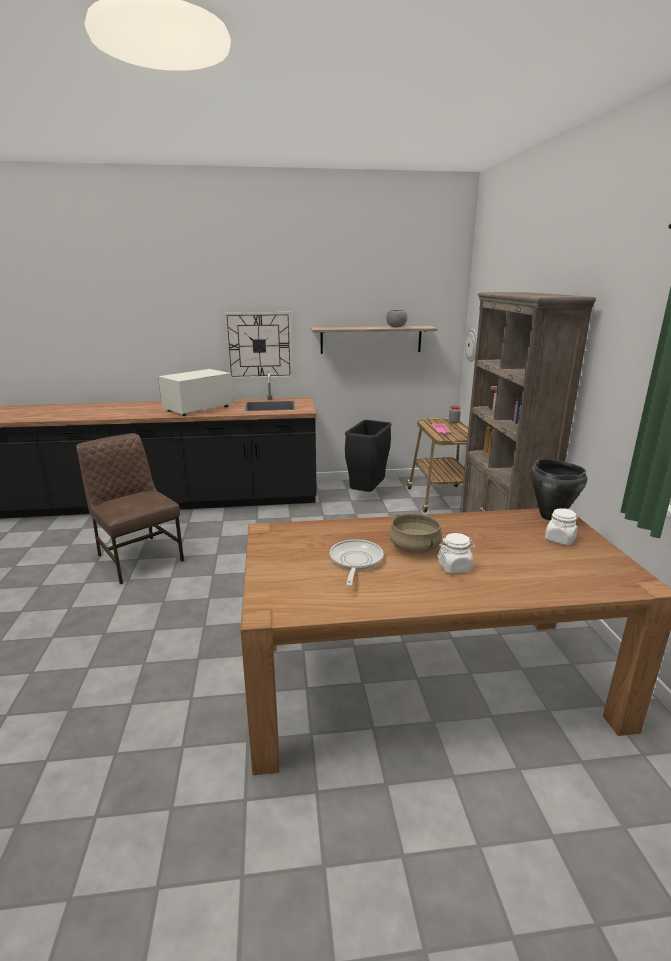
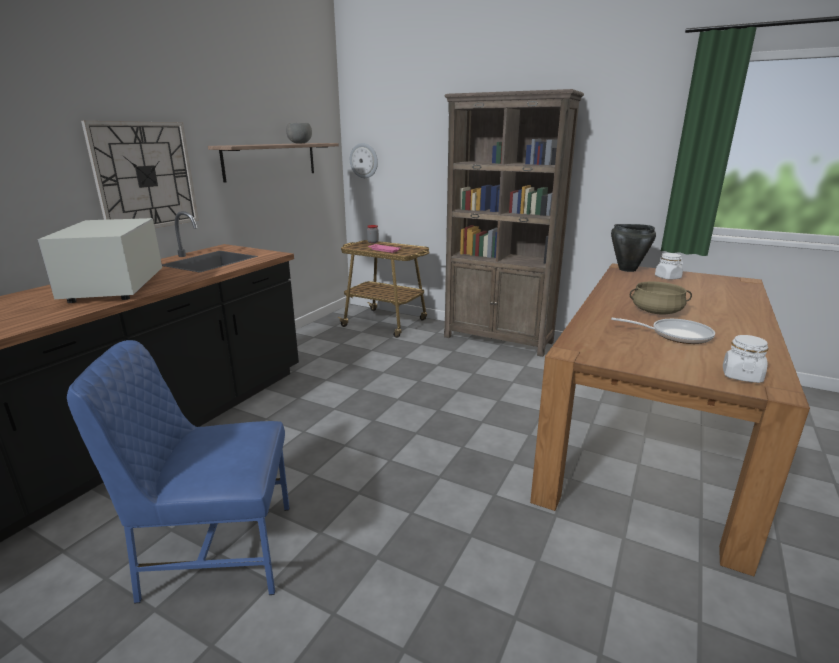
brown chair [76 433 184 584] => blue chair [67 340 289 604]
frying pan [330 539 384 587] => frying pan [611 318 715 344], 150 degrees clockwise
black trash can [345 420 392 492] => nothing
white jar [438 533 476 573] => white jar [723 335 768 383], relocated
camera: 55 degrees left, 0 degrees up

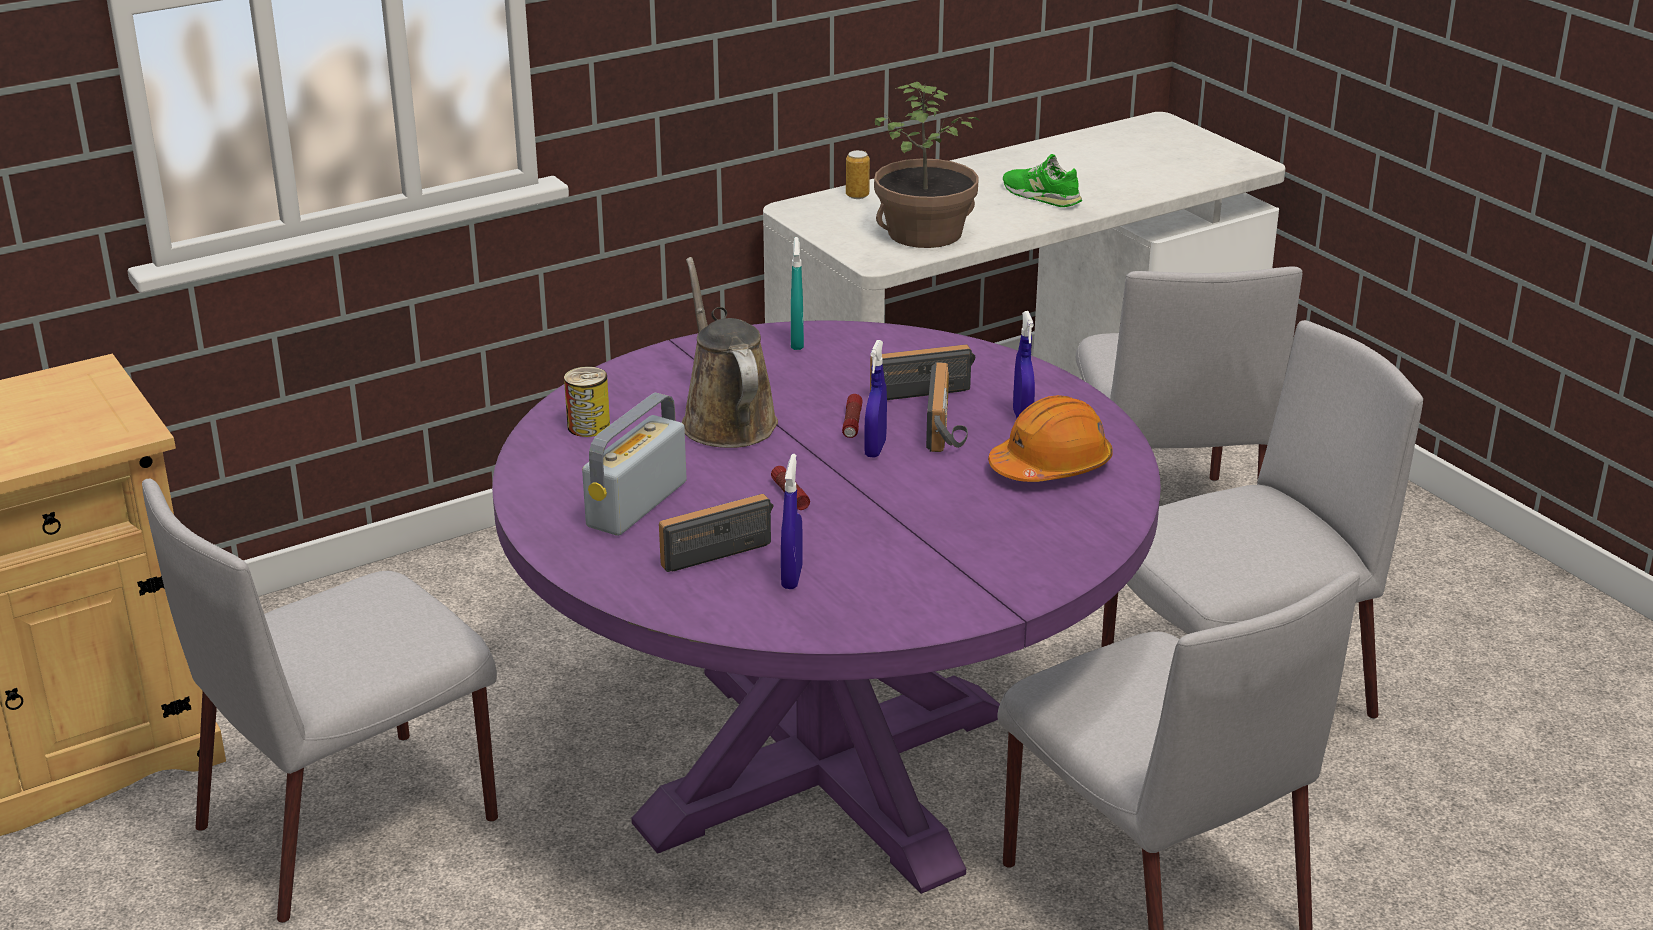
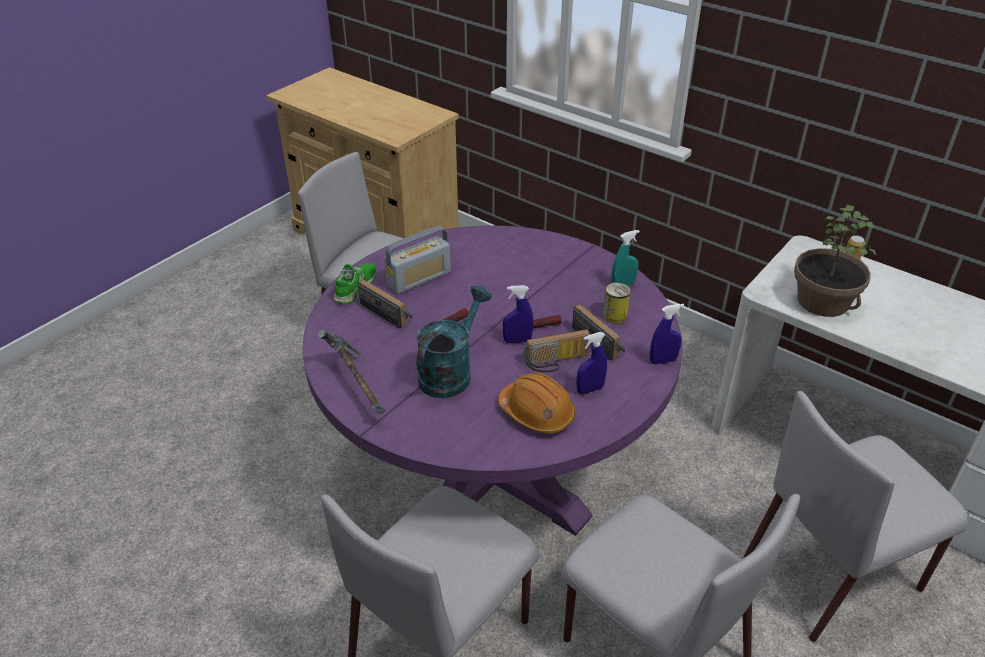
can [564 366 610 437] => can [603 283 631 324], relocated
radio [582 392 686 536] => radio [384 226 451 294], 135 degrees clockwise
brown watering can [682 257 778 448] => nothing
blue spray bottle [781 454 803 589] => blue spray bottle [650 304 684 364], relocated
green shoe [1003 154 1082 207] => green shoe [334 263 377 304], relocated
nothing => hammer [318 330 386 415]
nothing => turquoise watering can [416 285 491 398]
camera: 70 degrees right, 10 degrees up

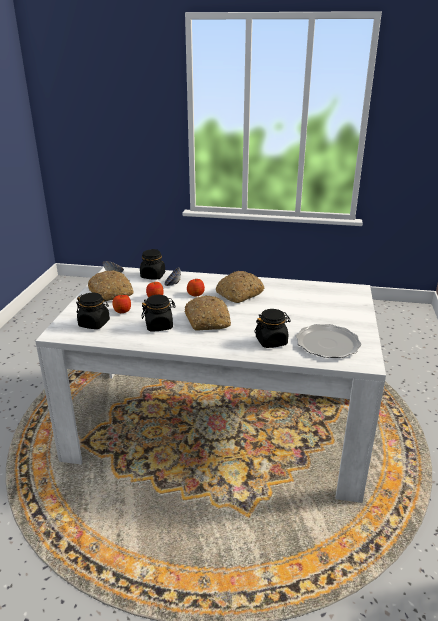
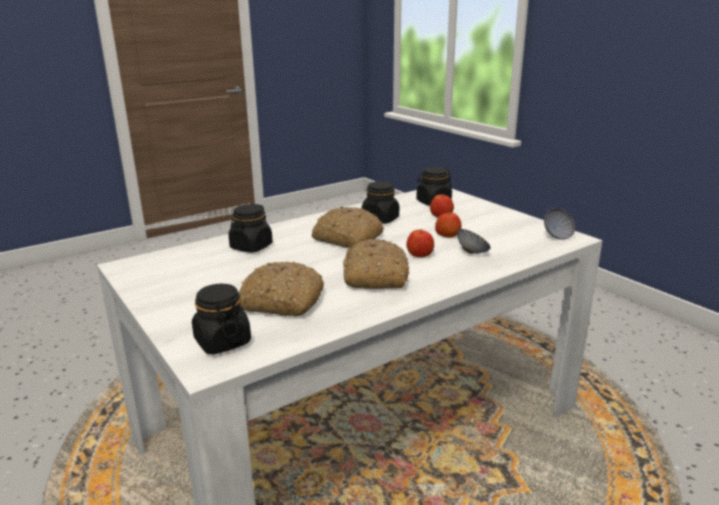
bread [88 270 134 302] => bread [238 262 324 316], relocated
black jar [140 249 165 279] => black jar [192 284 251 355], relocated
plate [296 324 361 358] => nothing
camera: 135 degrees right, 5 degrees down

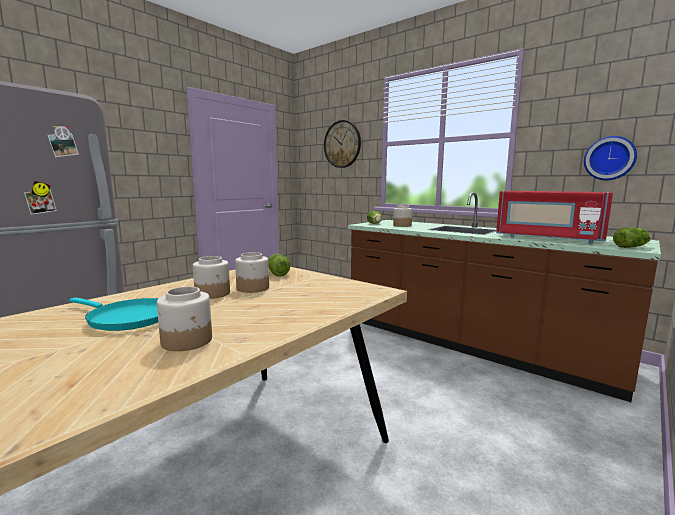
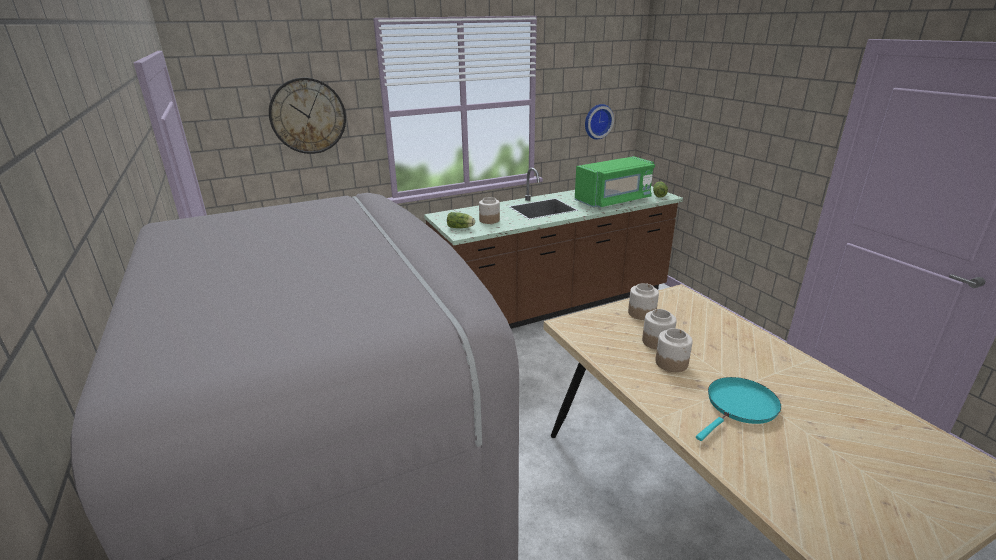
jar [157 287 212 351] => jar [628 283 659 320], relocated
lettuce [268 254 290 276] => nothing
red microwave [496 191 613 244] => green microwave [575 156 655 207]
camera: 65 degrees left, 15 degrees up

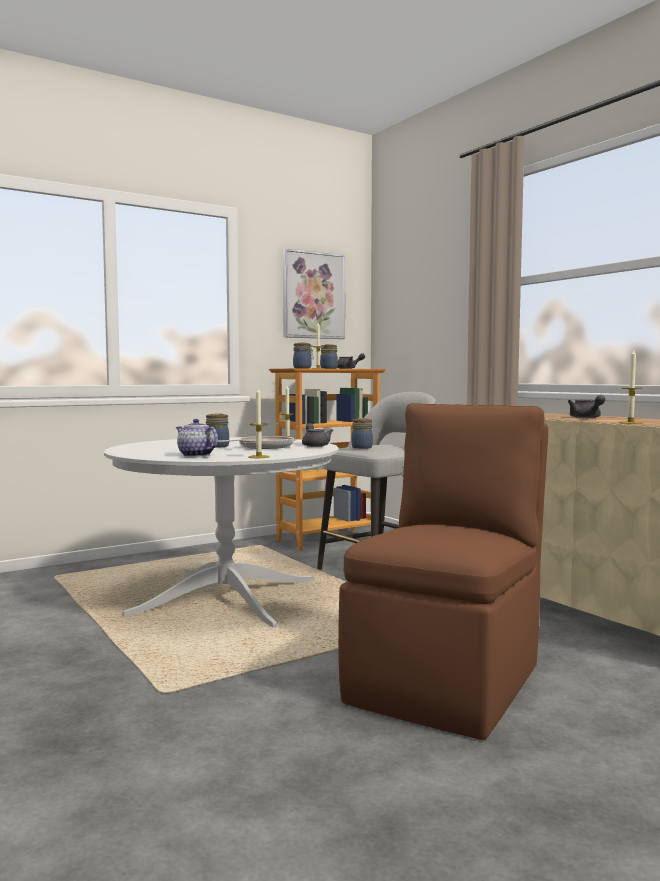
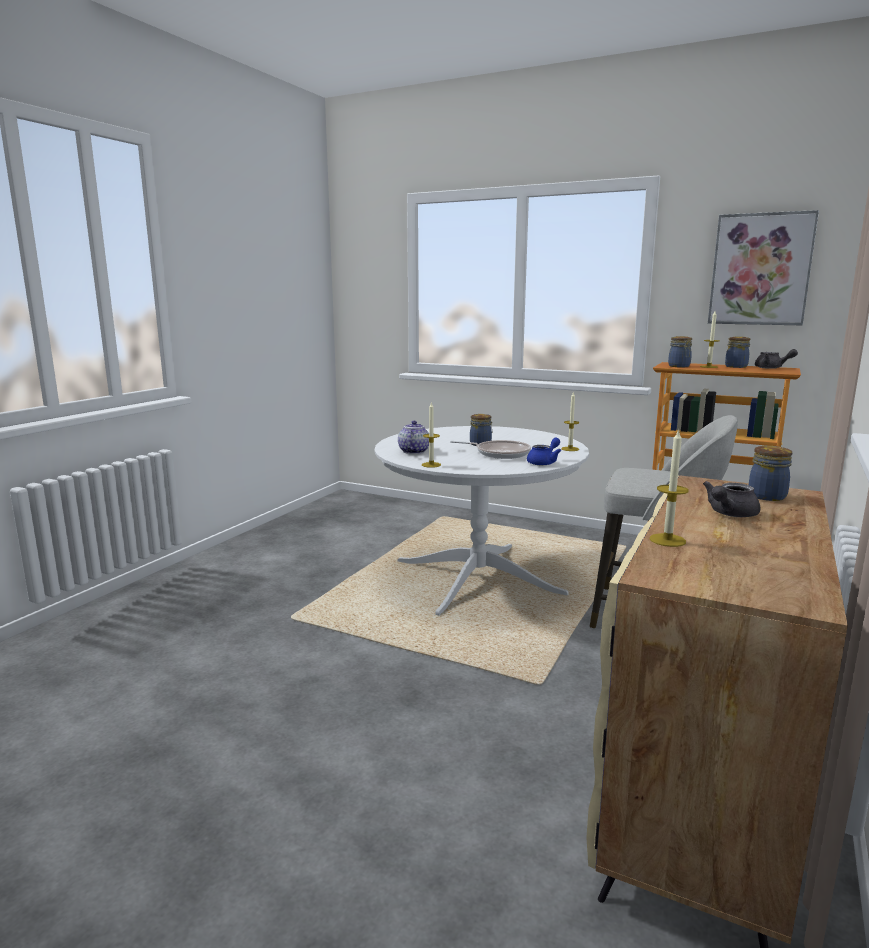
grey teapot [302 423 333 447] => blue teapot [527 438 561 465]
brown chair [338 403 548 740] => nothing
jar [352 418 373 449] => jar [749 446 792 501], relocated
camera: 60 degrees right, 10 degrees up

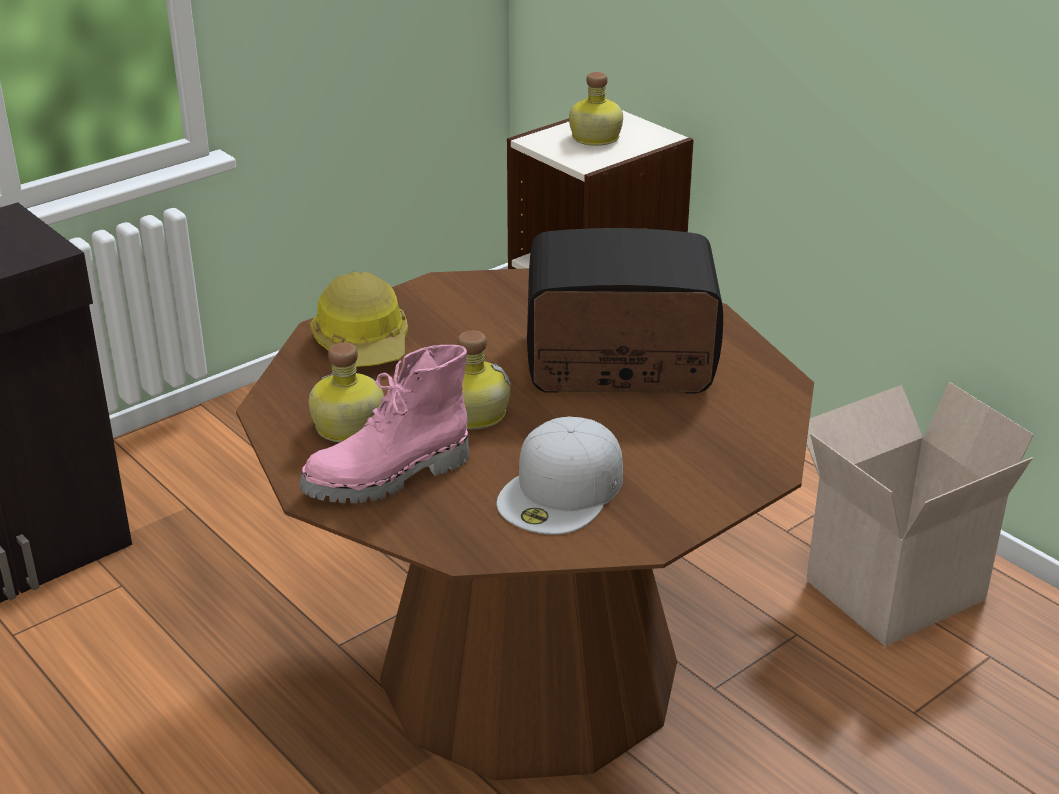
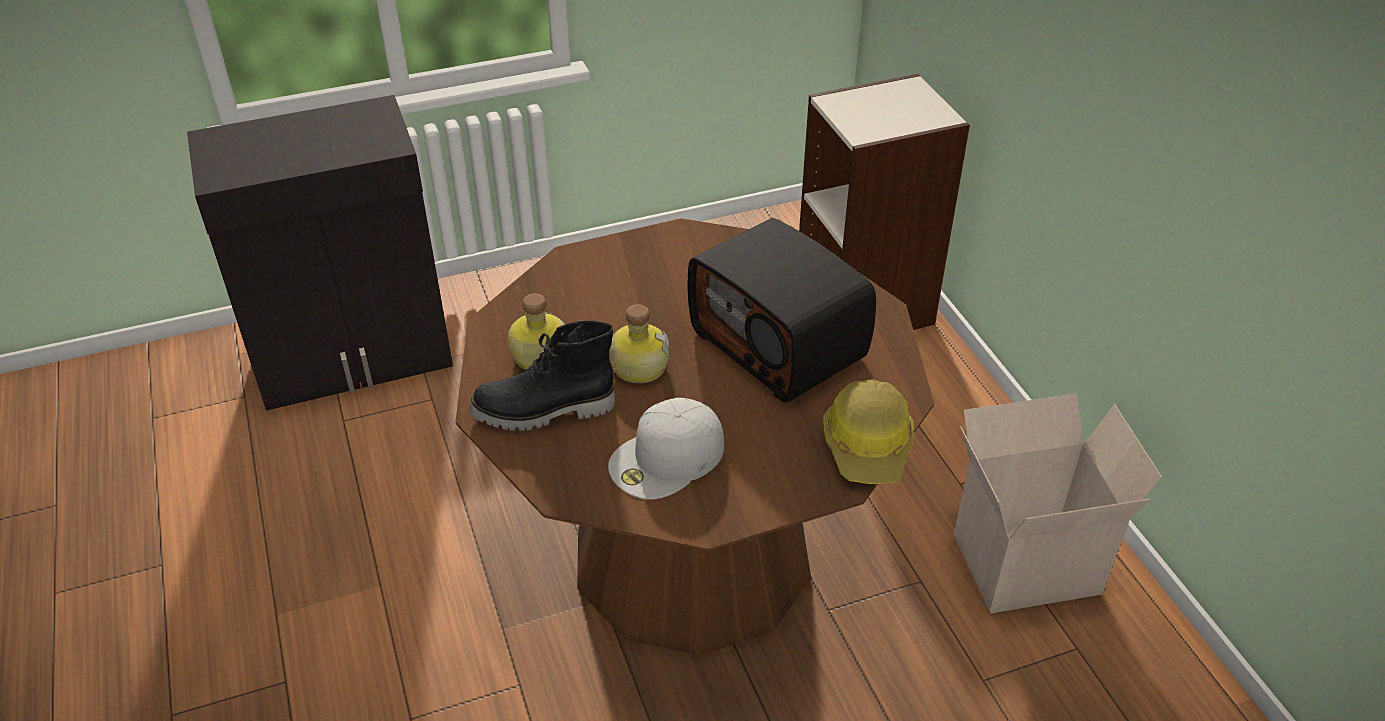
pink boot [299 345 469 503] => black boot [469 320 615 431]
hard hat [310 272 408 367] => hard hat [823 379 914 484], relocated
radio [527 228 723 394] => radio [688 218 876 403], 150 degrees counterclockwise
bottle [569 72 623 146] => nothing
camera: 20 degrees right, 10 degrees up

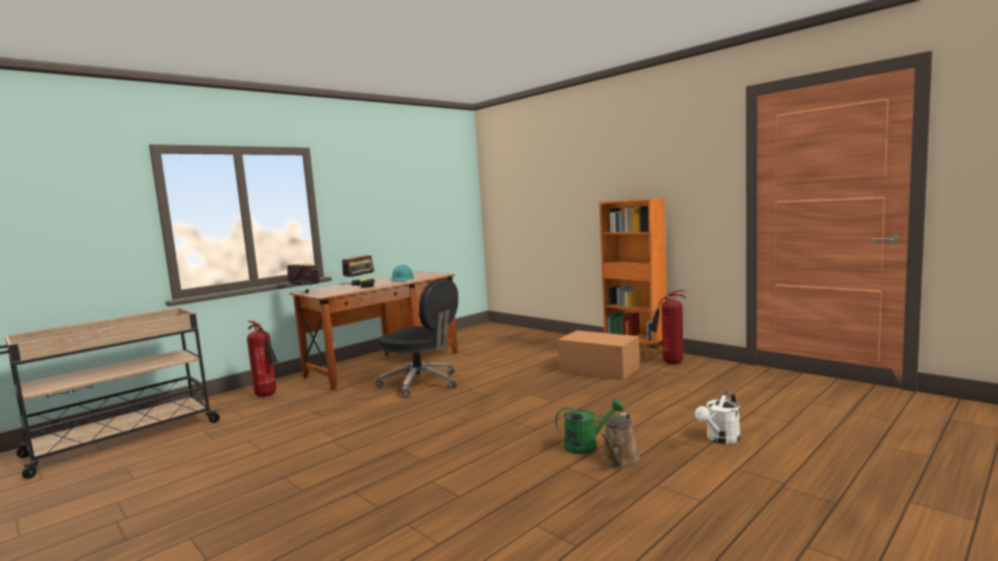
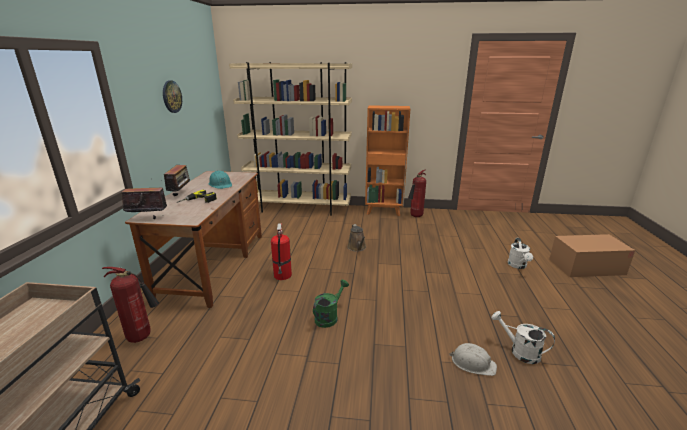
black office chair [375 278 458 398] => fire extinguisher [271 223 292 280]
green watering can [555 399 623 454] => green watering can [313 280 349 328], relocated
cardboard box [558 330 640 380] => cardboard box [549 234 635 277], relocated
brown watering can [601 413 641 468] => brown watering can [347 224 366 252], relocated
nothing => wall clock [163 80 182 113]
nothing => beige bookcase [229 62 352 216]
nothing => white hard hat [450 343 497 376]
nothing => white watering can [492 311 555 364]
camera: 40 degrees left, 15 degrees up

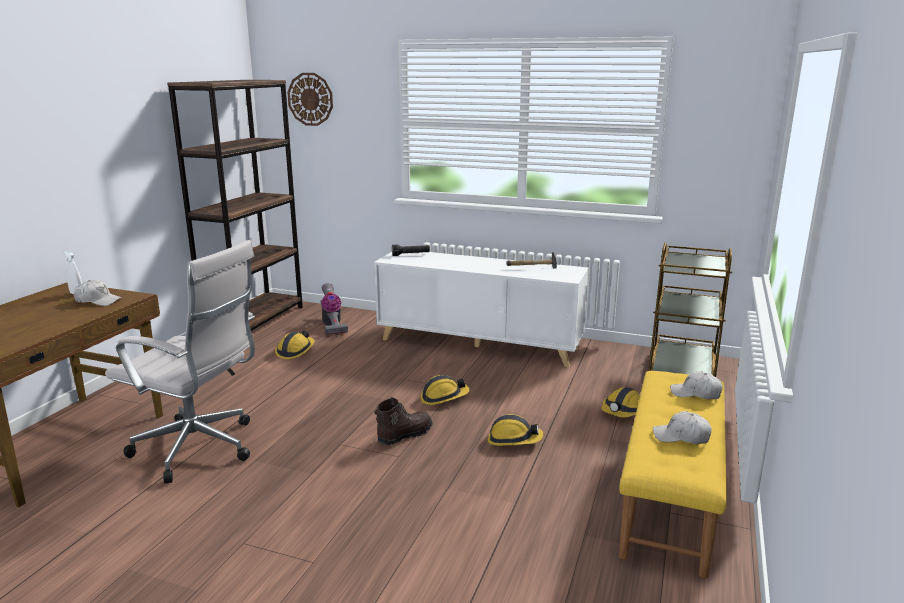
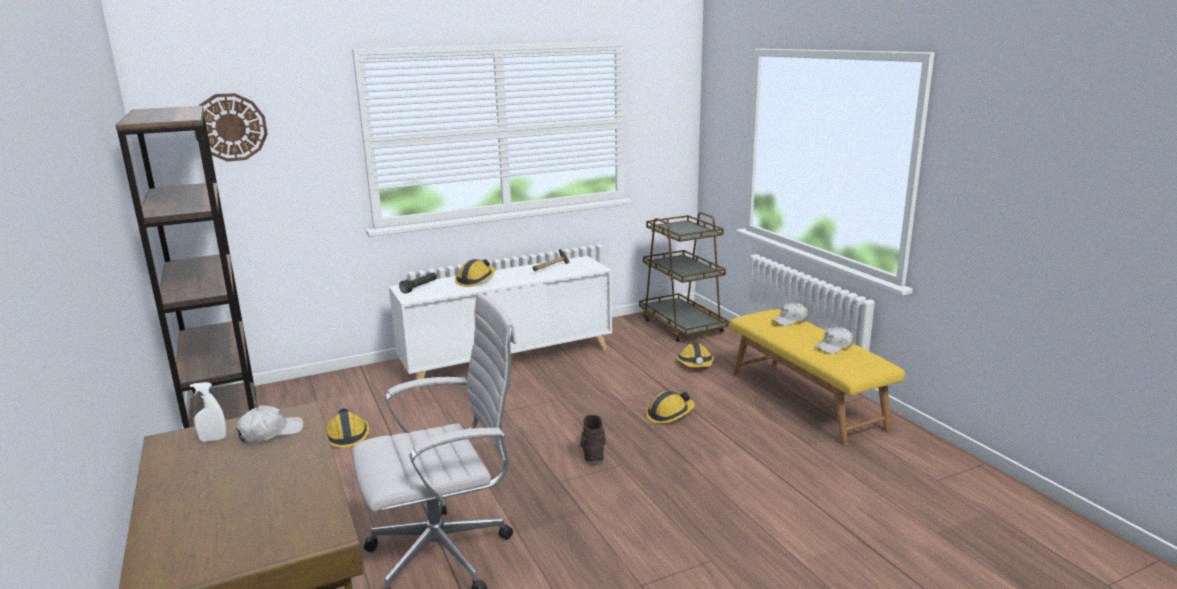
vacuum cleaner [321 283 348 335] => nothing
hard hat [421 375 469 405] => hard hat [455 259 496 287], relocated
camera: 45 degrees left, 0 degrees up

